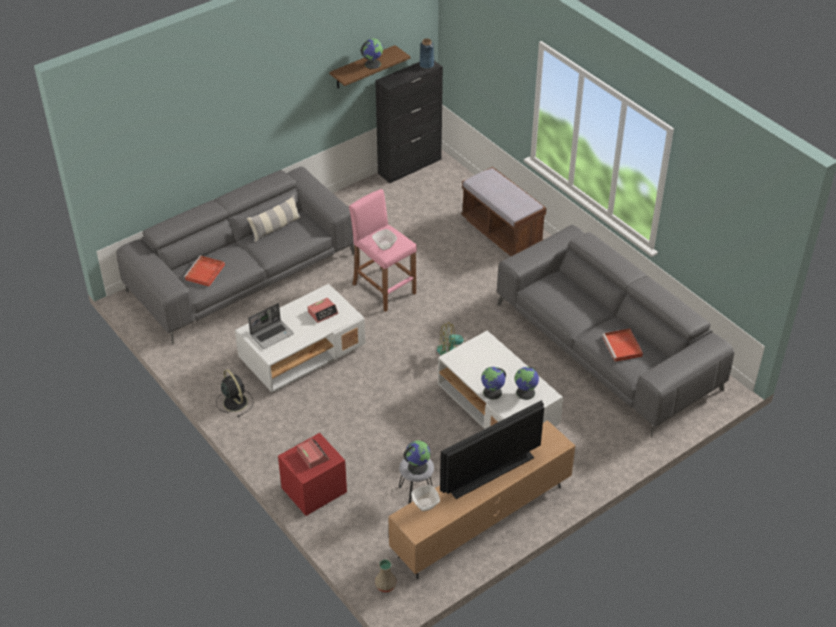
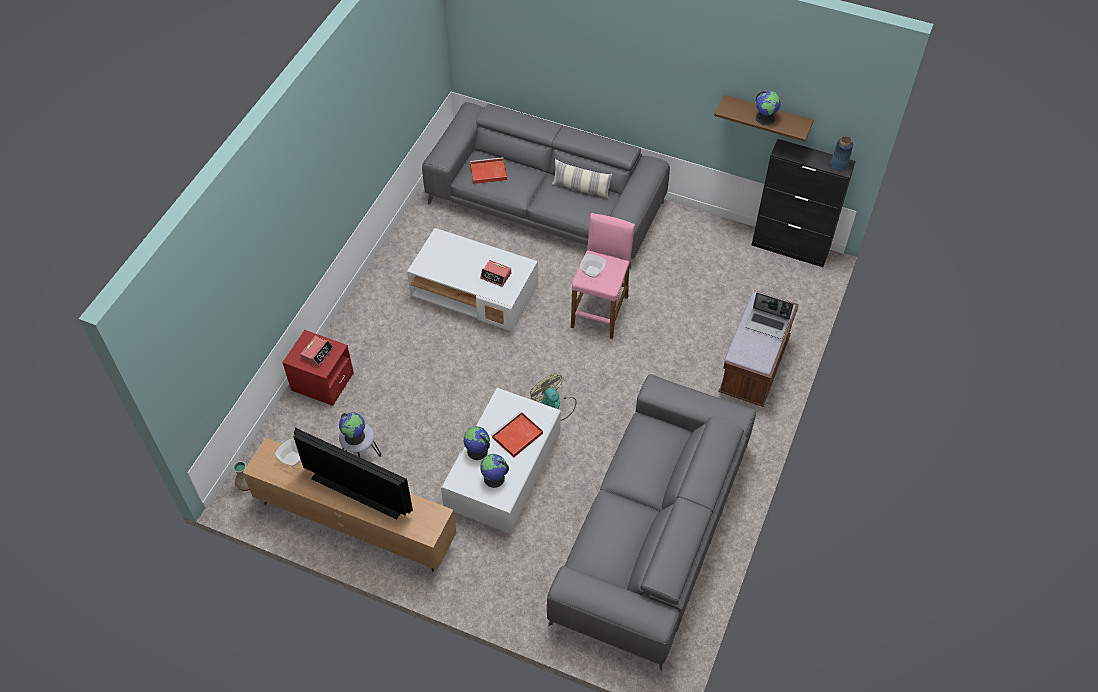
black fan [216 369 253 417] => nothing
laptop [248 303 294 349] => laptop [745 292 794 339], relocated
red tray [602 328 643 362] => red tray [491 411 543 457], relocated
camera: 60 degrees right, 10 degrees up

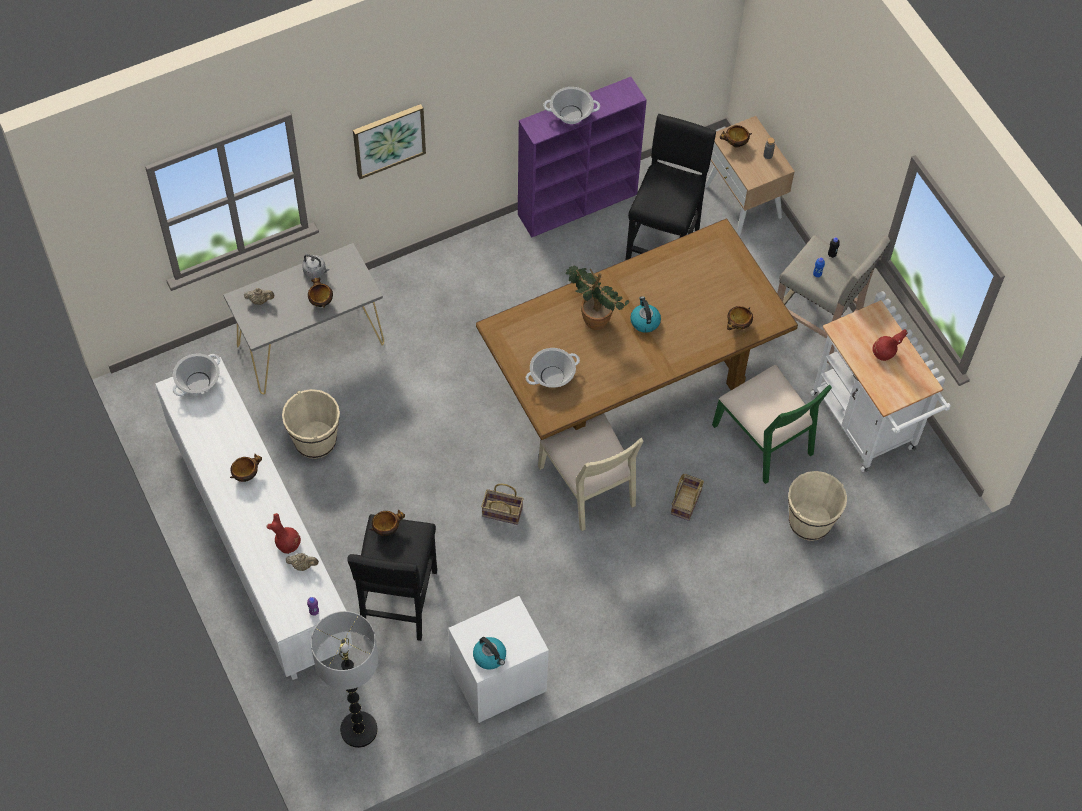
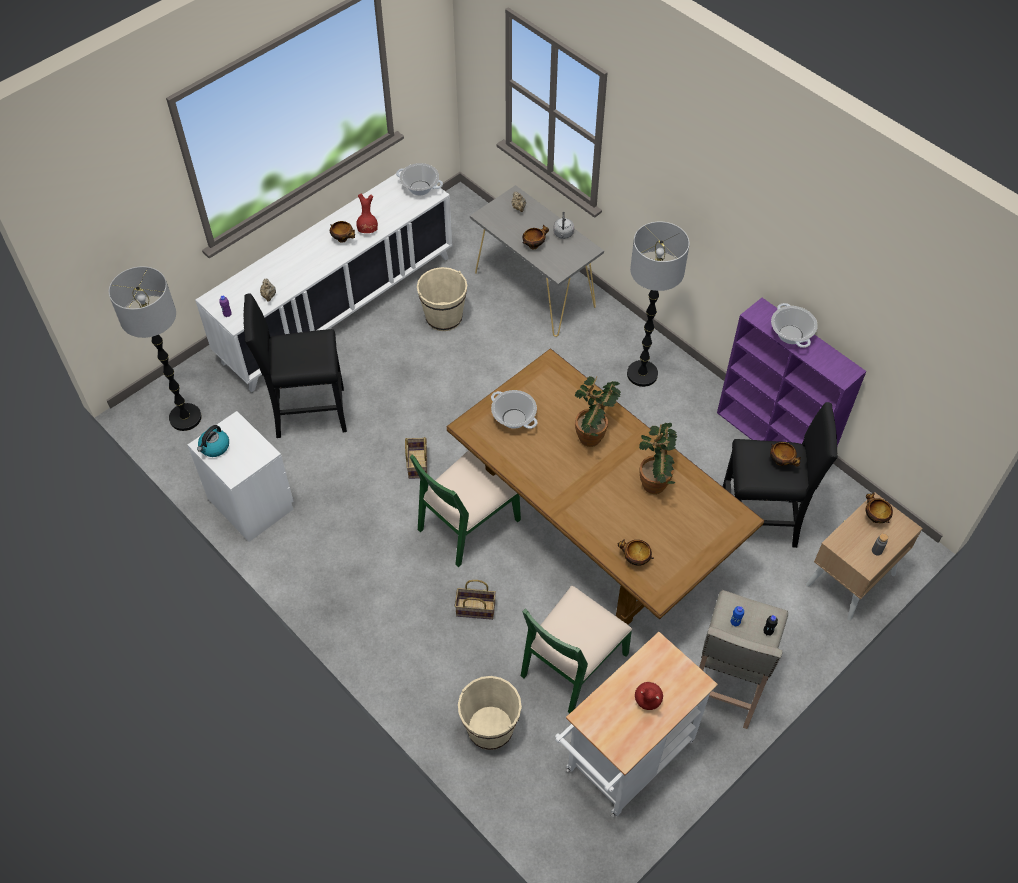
red vase [266 513 301 554] => red vase [356 194 378 233], relocated
picture [353 104 426 179] => nothing
bowl [370 510 405 536] => bowl [770 442 801 466], relocated
beige chair [538 413 643 531] => green chair [410 450 521 567]
kettle [630 296 661 333] => nothing
nothing => floor lamp [627 221 690 387]
nothing => potted plant [639 423 677 494]
camera: 75 degrees right, 5 degrees down

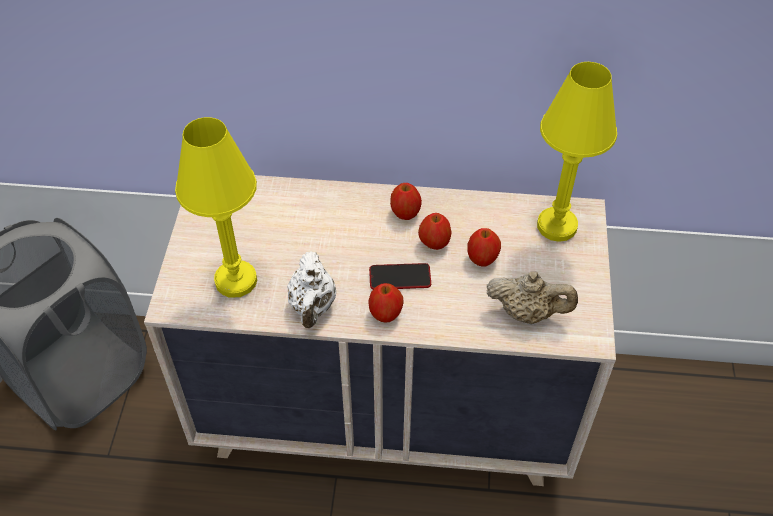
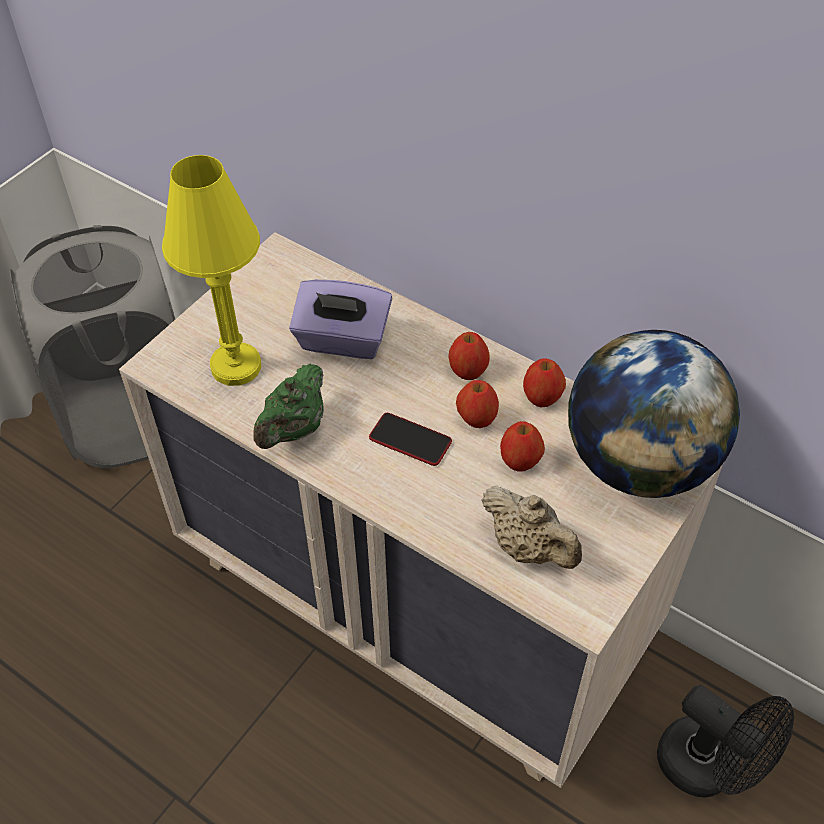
white teapot [287 251 336 328] => green teapot [253 364 324 449]
apple [368 283 404 323] => apple [523 358 566 408], relocated
yellow table lamp [537 62 617 242] => globe [568 330 740 498]
nothing => purple tissue box [289 279 392 359]
nothing => black fan [657 685 794 797]
camera: 30 degrees right, 0 degrees up

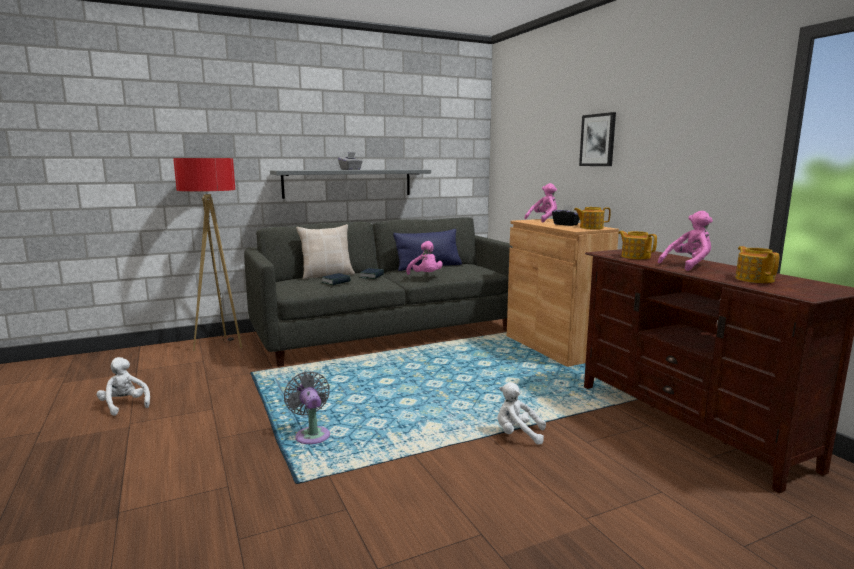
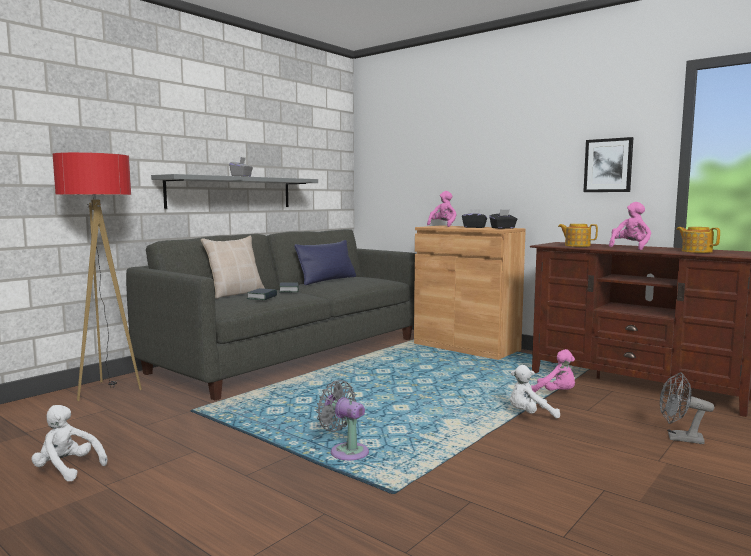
pink plush toy [406 241 443 275] => pink plush toy [531 349 575 392], relocated
teapot [574 207 611 229] => black tissue box [489 209 517 229]
picture [579 112 616 166] => picture [583 137 634 192], relocated
nothing => grey fan [660 372 714 444]
camera: 25 degrees left, 5 degrees down

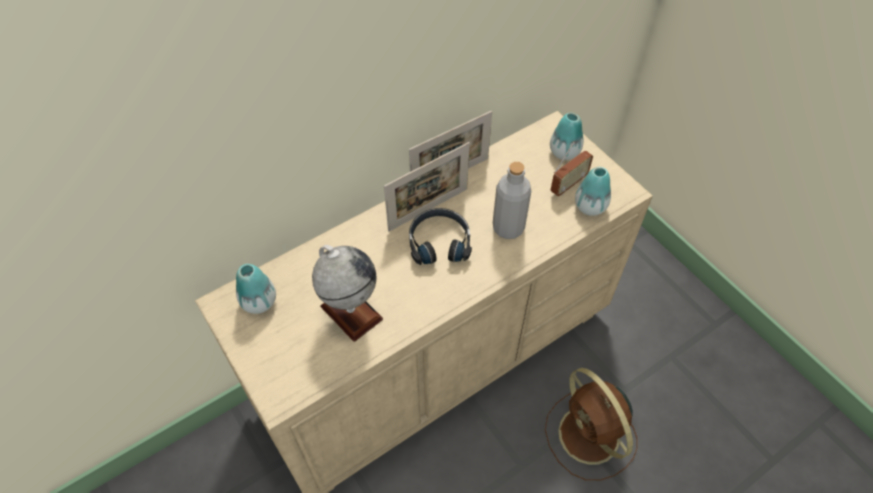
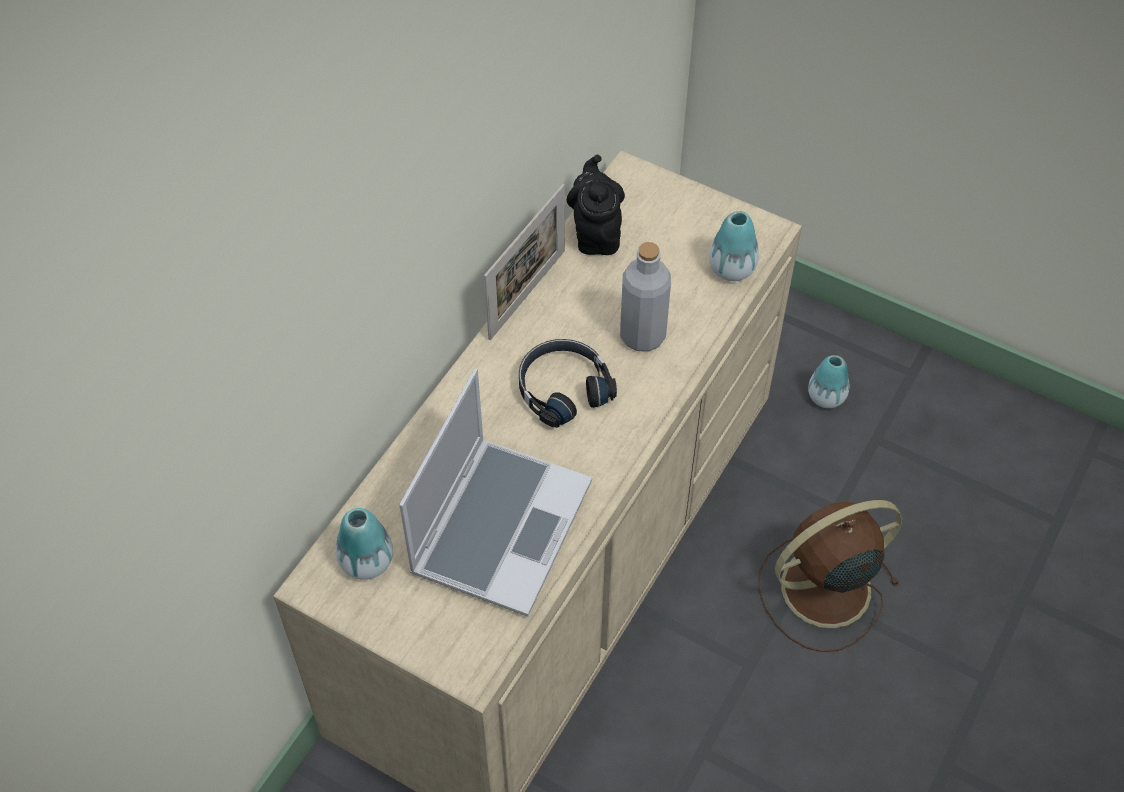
globe [312 245 383 342] => laptop [399 369 592 617]
picture frame [384 142 470 231] => nothing
brown fan [545 368 638 481] => brown fan [758 500 902 652], 120 degrees clockwise
vase [550 113 583 160] => vase [808 355 849 408], relocated
radio [551 141 593 196] => nothing
nothing => black teapot [566 155 625 255]
camera: 25 degrees left, 0 degrees up

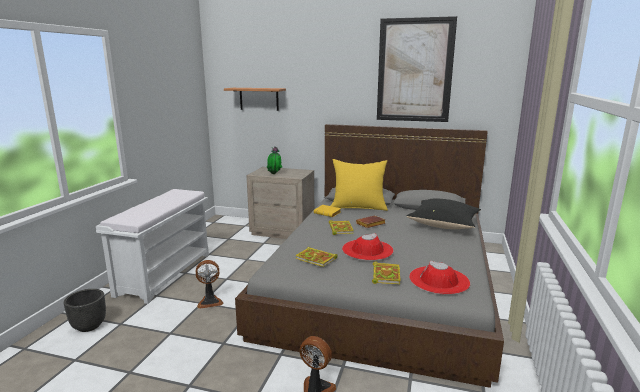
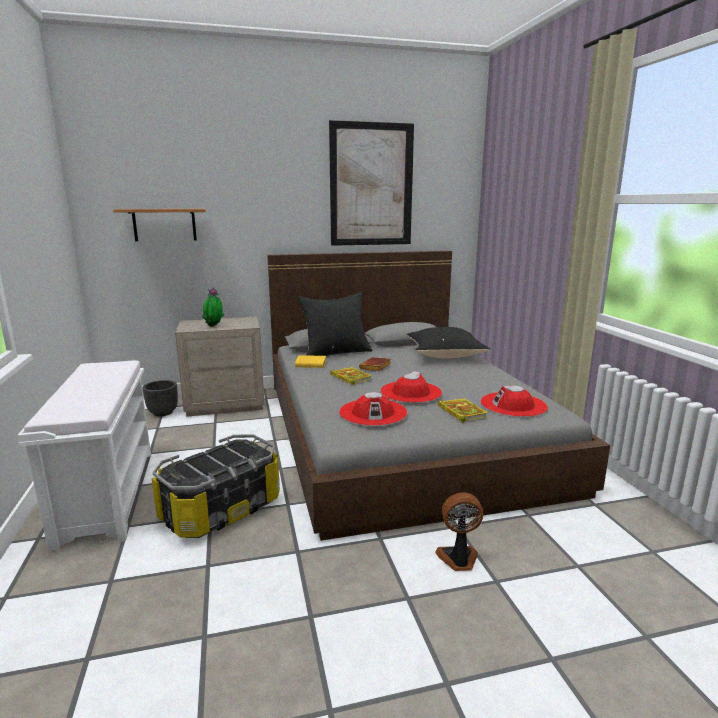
black planter [64 289 106 332] => black planter [142 380 178 416], relocated
fan [195 260 223 309] => storage box [152 434 280 538]
book [295 247 337 267] => red hat [339 392 407 426]
yellow pillow [331 159 388 211] => black pillow [297 292 373 356]
camera: 30 degrees left, 0 degrees up

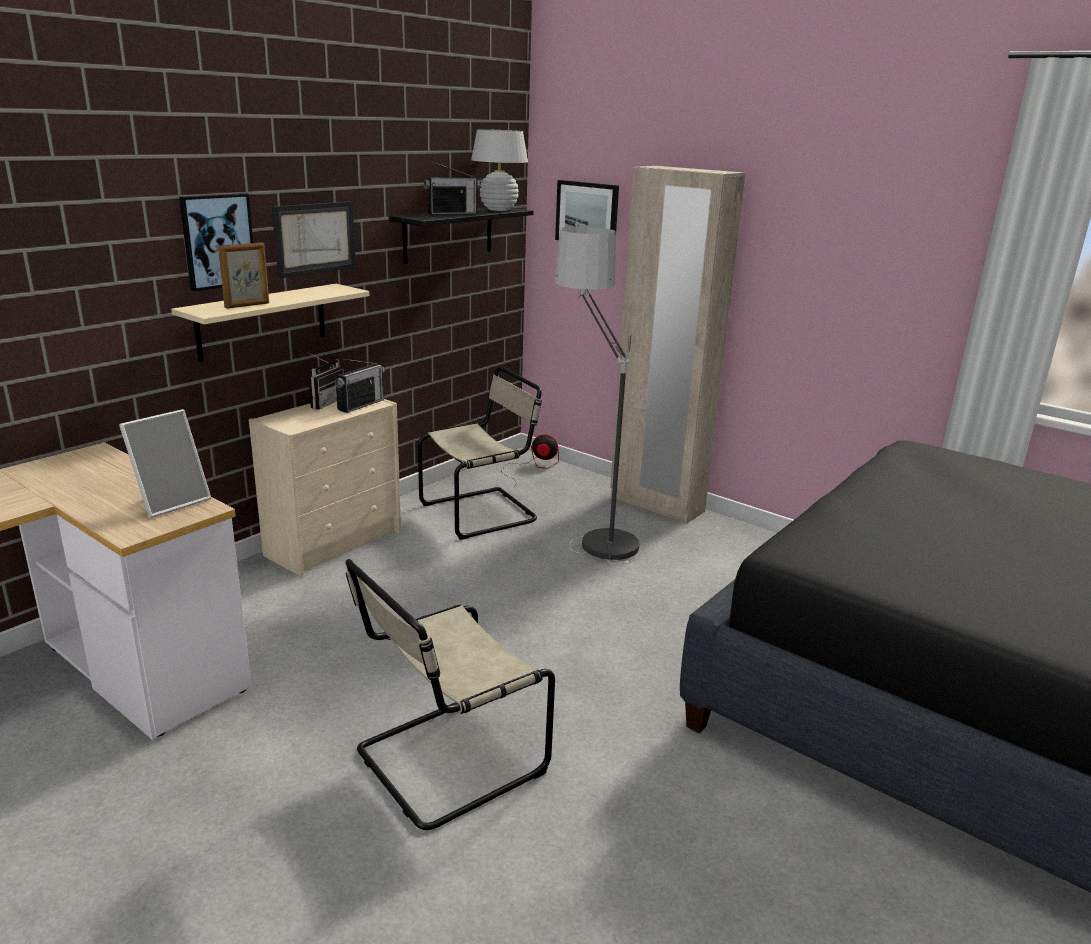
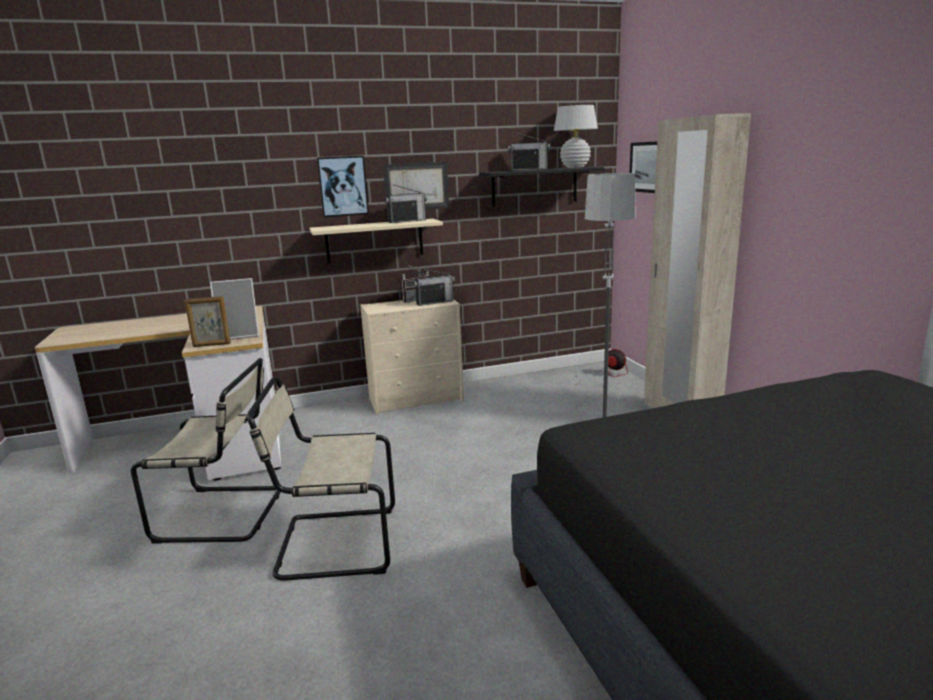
picture frame [218 242 269 309] => picture frame [184 296 231 347], relocated
beige chair [418 367 542 540] => beige chair [131 358 281 544], relocated
nothing => radio [384 184 427 223]
camera: 35 degrees right, 5 degrees down

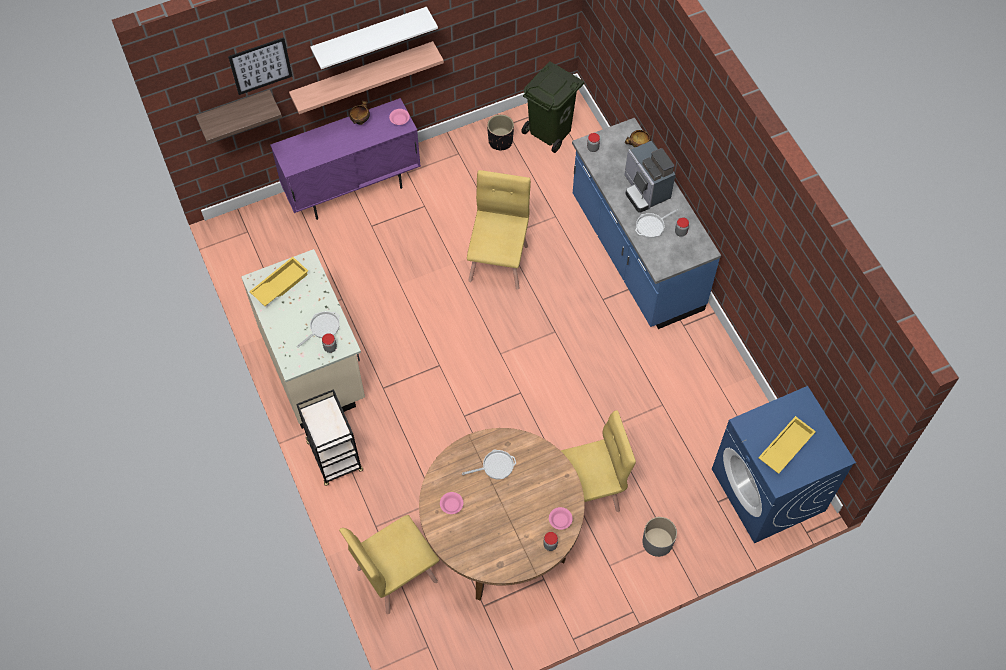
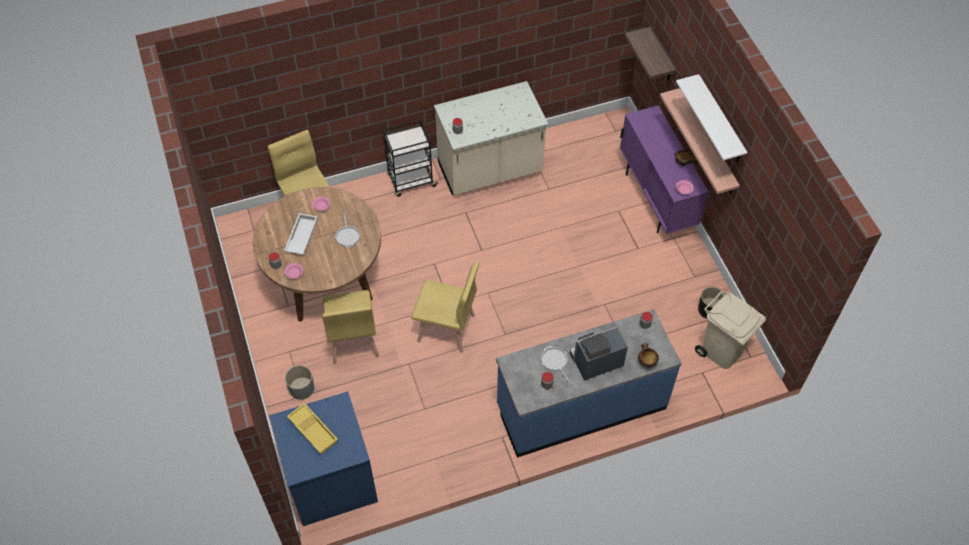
picture [228 37 293 95] => nothing
yellow tray [249 257 308 306] => nothing
frying pan [297 311 340 348] => nothing
yellow chair [467 170 531 290] => yellow chair [411 262 479 353], relocated
green trash can [521 61 584 153] => beige trash can [695 291 766 369]
nothing => white tray [284 213 318 255]
camera: 95 degrees right, 5 degrees down

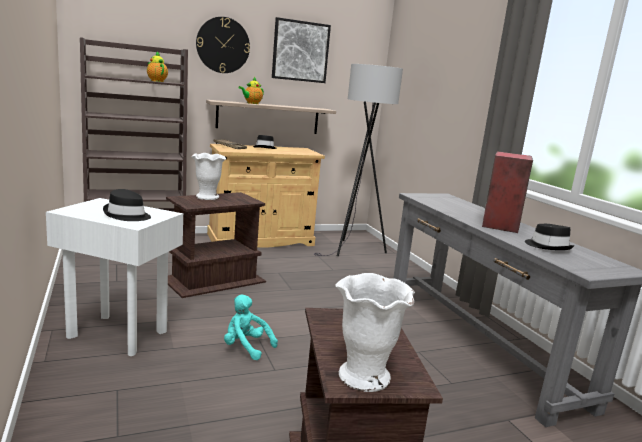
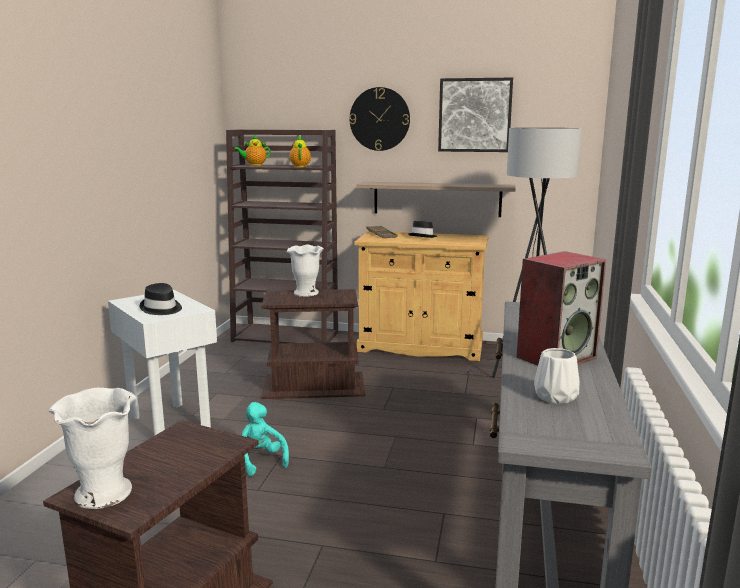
teapot [238 77 264 104] => teapot [235 135 271 166], relocated
black hat [525 224 575 250] => white vase [534 348 580 404]
camera: 35 degrees right, 0 degrees up

